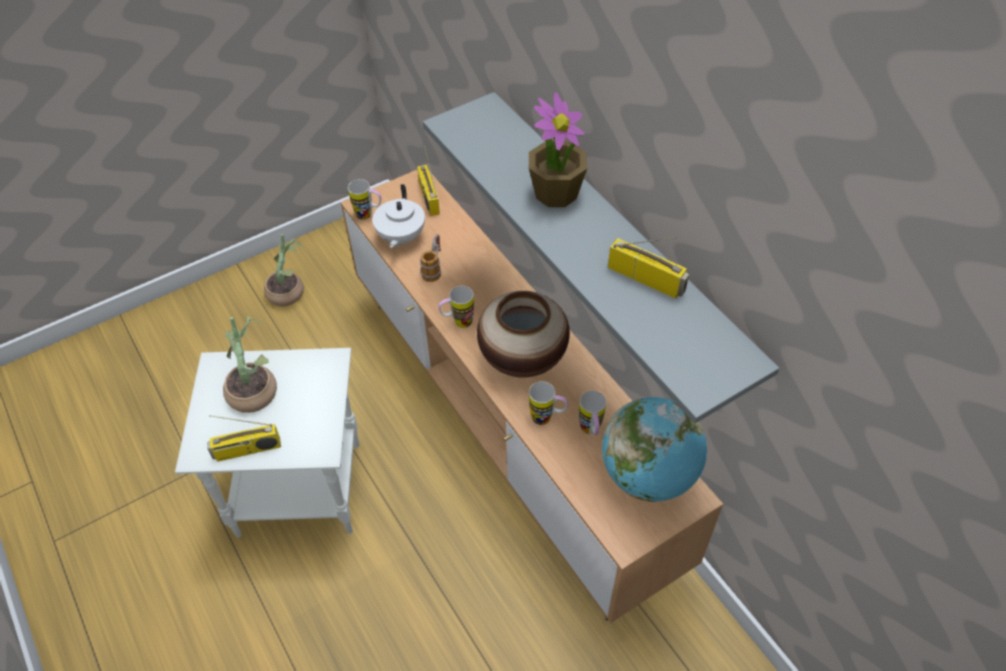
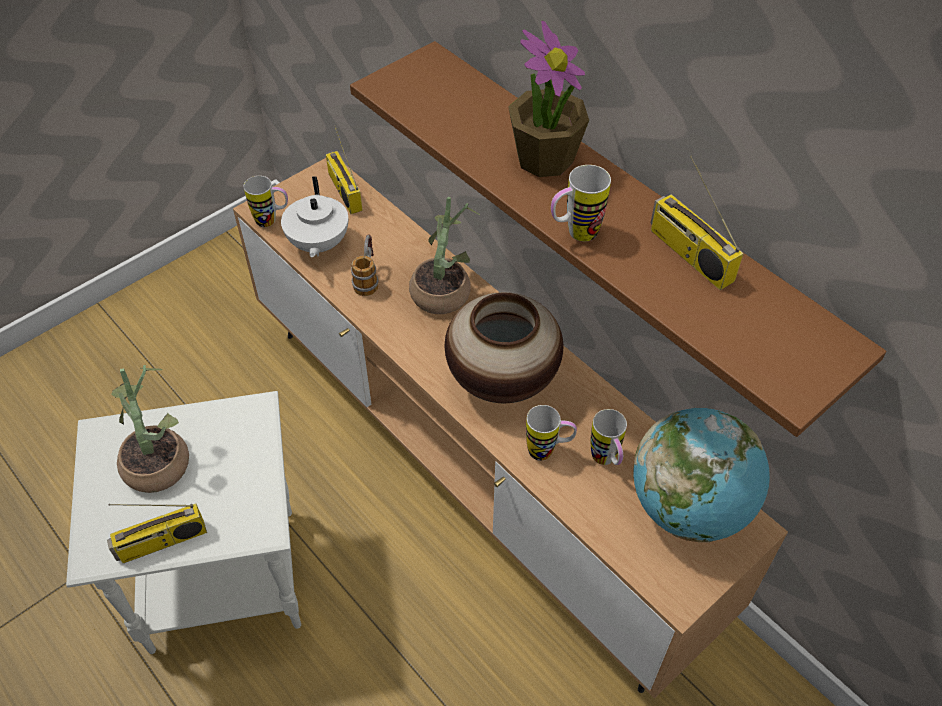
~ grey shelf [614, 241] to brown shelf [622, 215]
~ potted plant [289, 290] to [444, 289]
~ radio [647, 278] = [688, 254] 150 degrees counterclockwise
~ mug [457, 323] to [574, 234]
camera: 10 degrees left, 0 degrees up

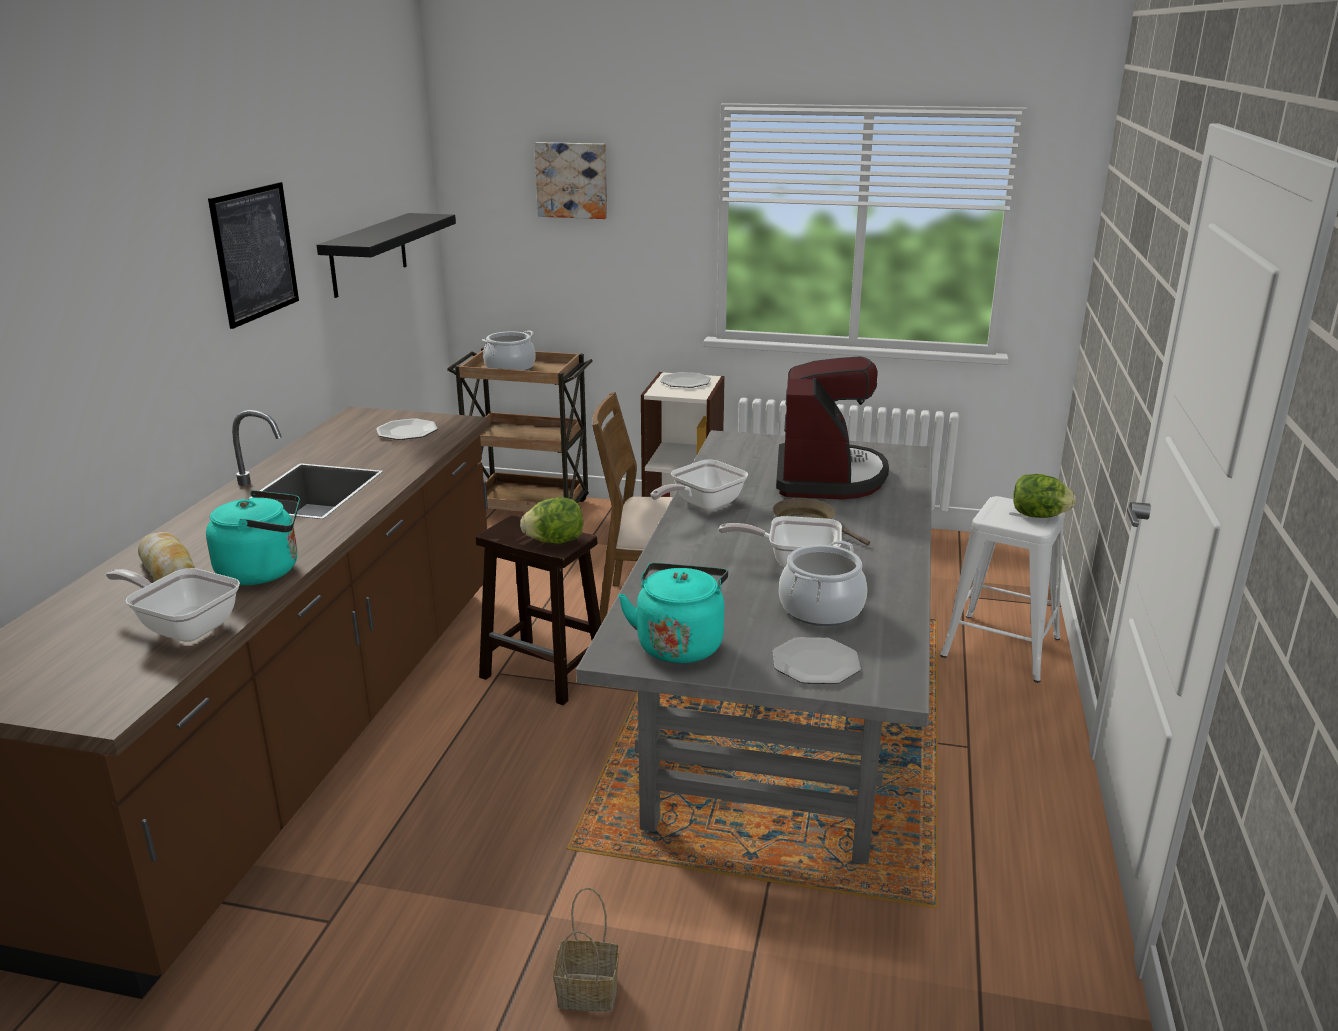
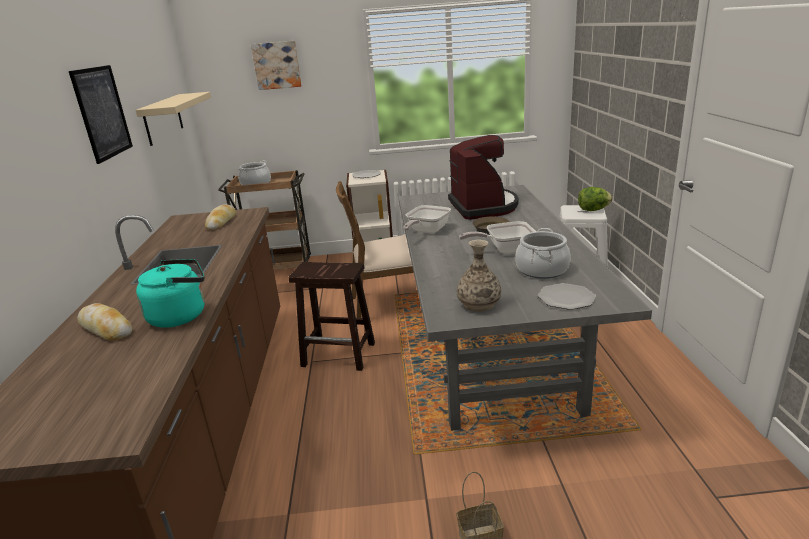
~ black shelf [369, 254] to beige shelf [163, 118]
~ plate [407, 431] to bread [221, 222]
- lettuce [555, 541]
~ turquoise kettle [680, 644] to vase [479, 304]
- frying pan [183, 626]
camera: 15 degrees left, 0 degrees up

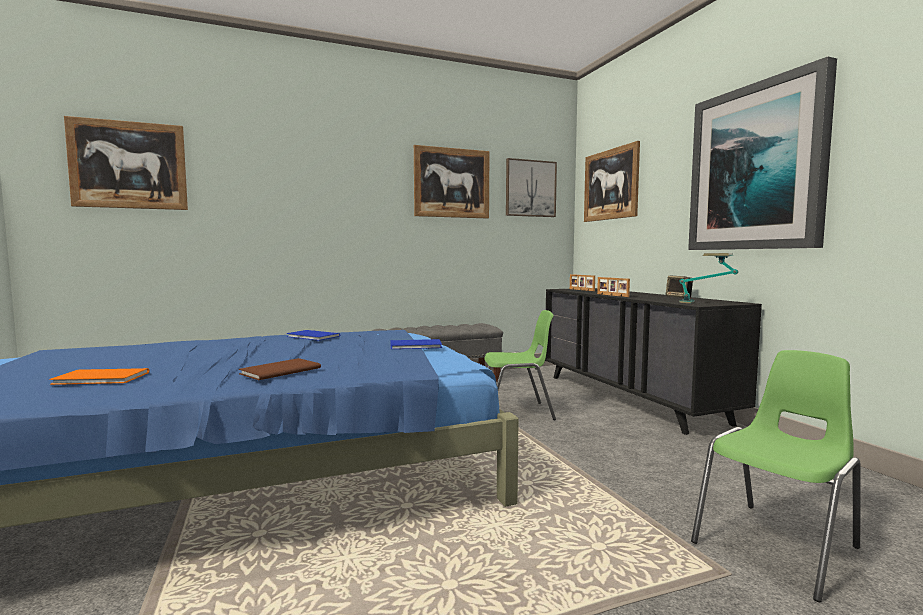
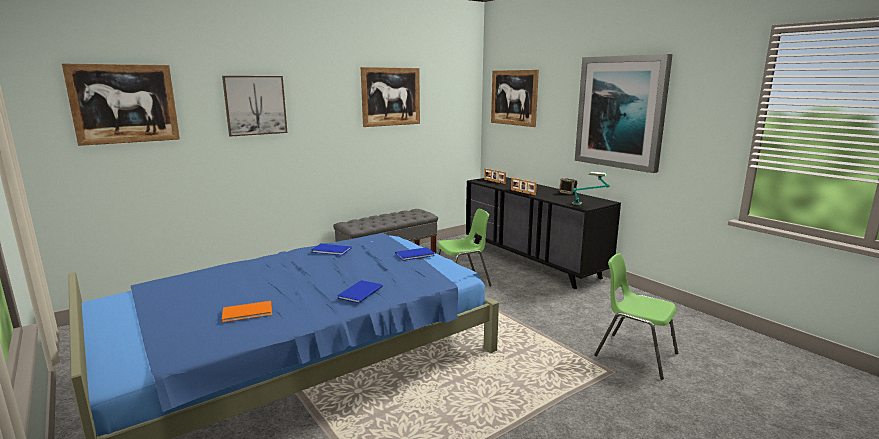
~ picture [530, 188] to [255, 105]
~ green chair [779, 545] = [634, 354] 90 degrees counterclockwise
~ brown book [277, 371] to blue book [358, 293]
camera: 15 degrees left, 10 degrees up

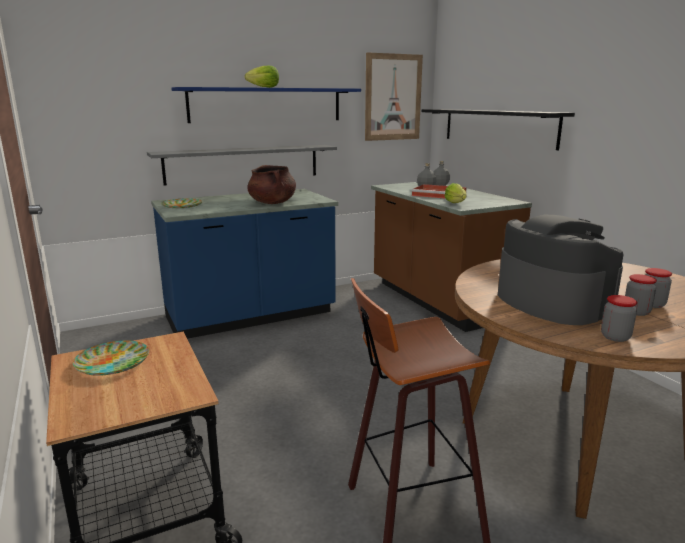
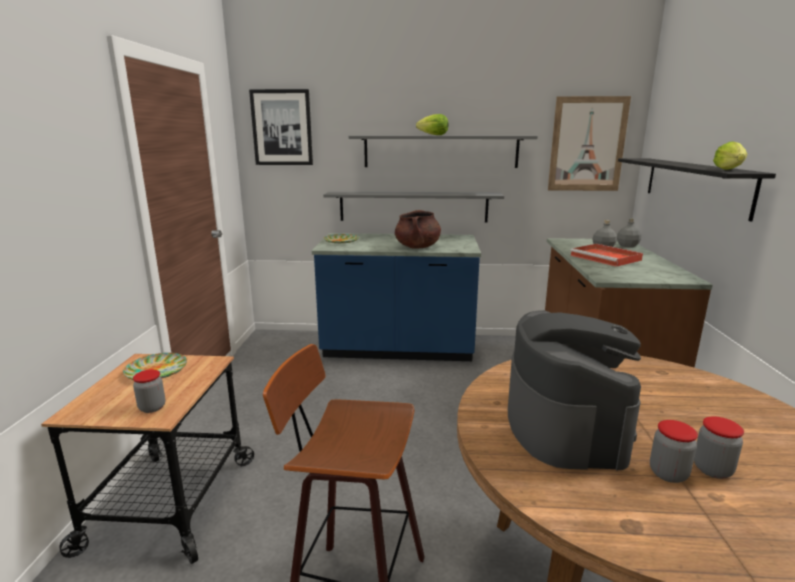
~ blue shelf [266, 105] to grey shelf [440, 151]
~ lettuce [456, 203] to [729, 170]
~ jar [615, 337] to [152, 407]
+ picture [282, 128]
camera: 30 degrees right, 0 degrees up

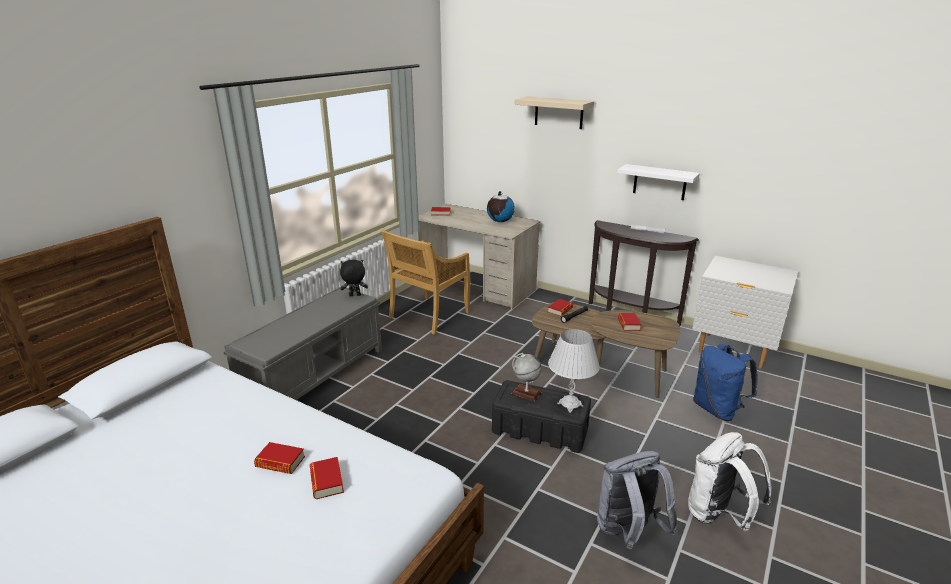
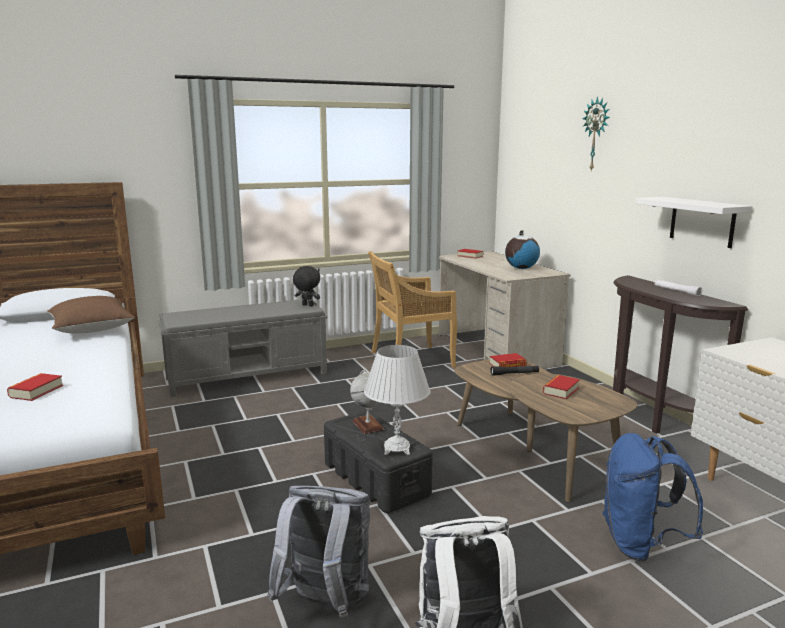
~ beige shelf [558, 112] to wall clock [596, 134]
- book [280, 462]
+ brown pillow [92, 329]
camera: 35 degrees right, 10 degrees down

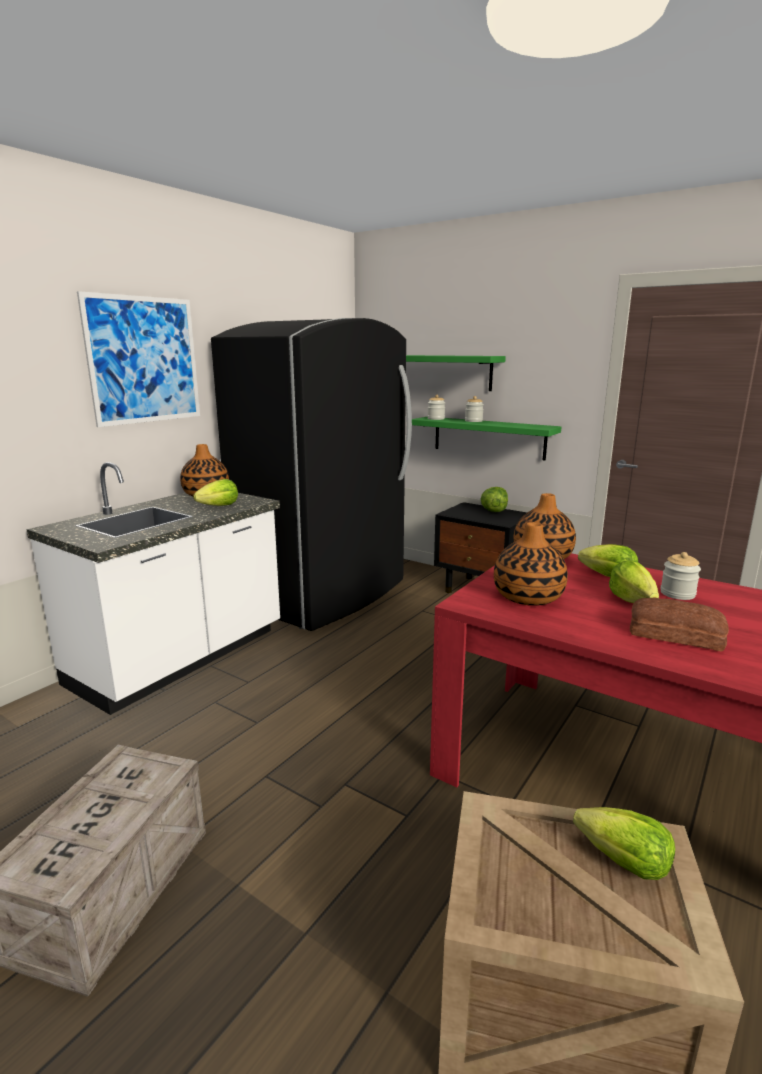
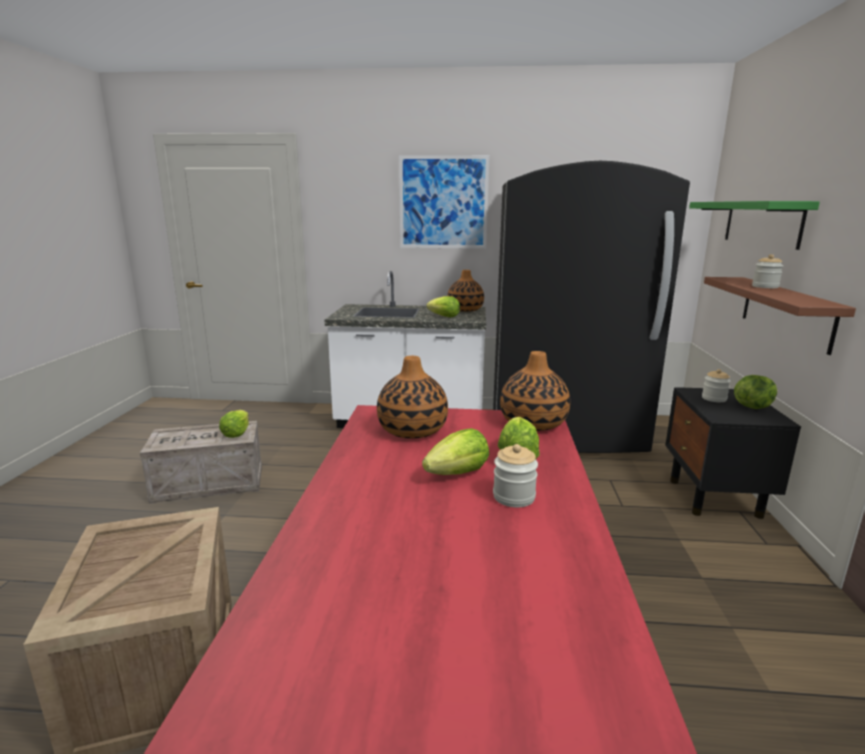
~ jar [436, 419] to [714, 398]
~ green shelf [488, 437] to brown shelf [785, 312]
- bread [674, 633]
~ lettuce [624, 862] to [236, 434]
camera: 60 degrees right, 0 degrees up

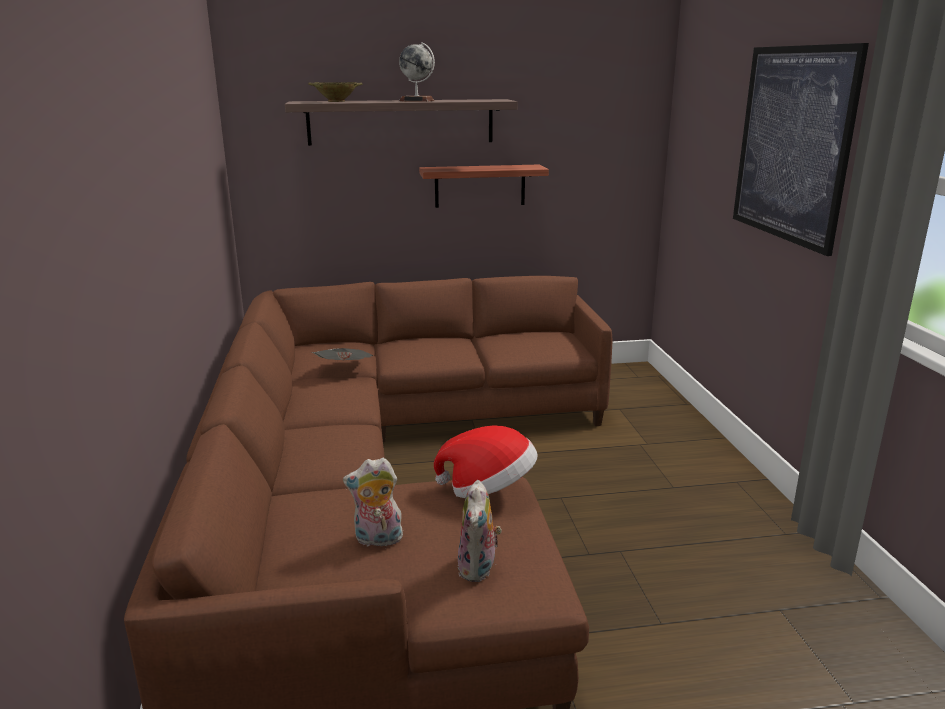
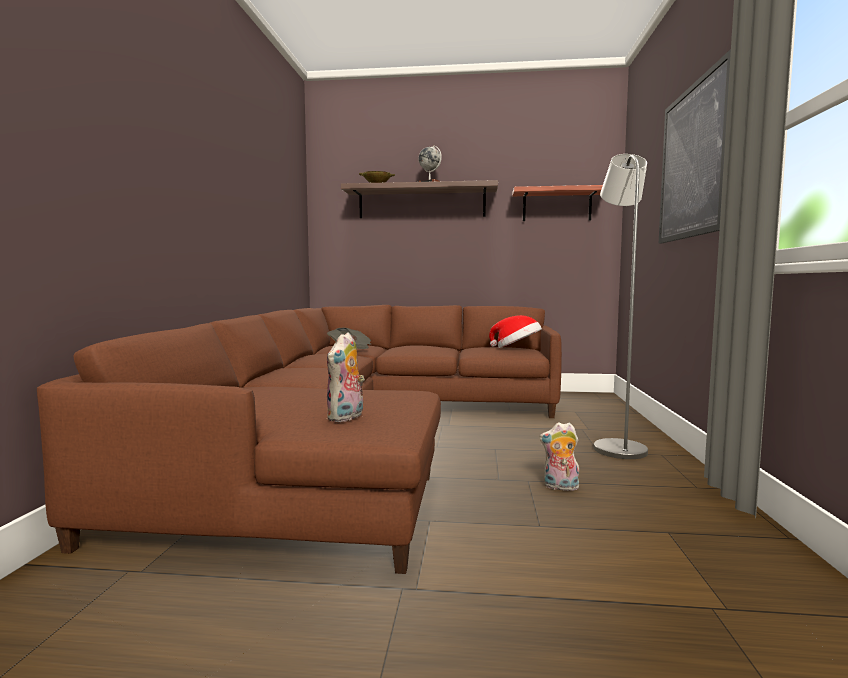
~ shelf [480, 186] to [557, 205]
~ hat [489, 489] to [516, 349]
~ plush toy [377, 540] to [560, 487]
+ grey floor lamp [617, 447]
camera: 15 degrees right, 15 degrees down

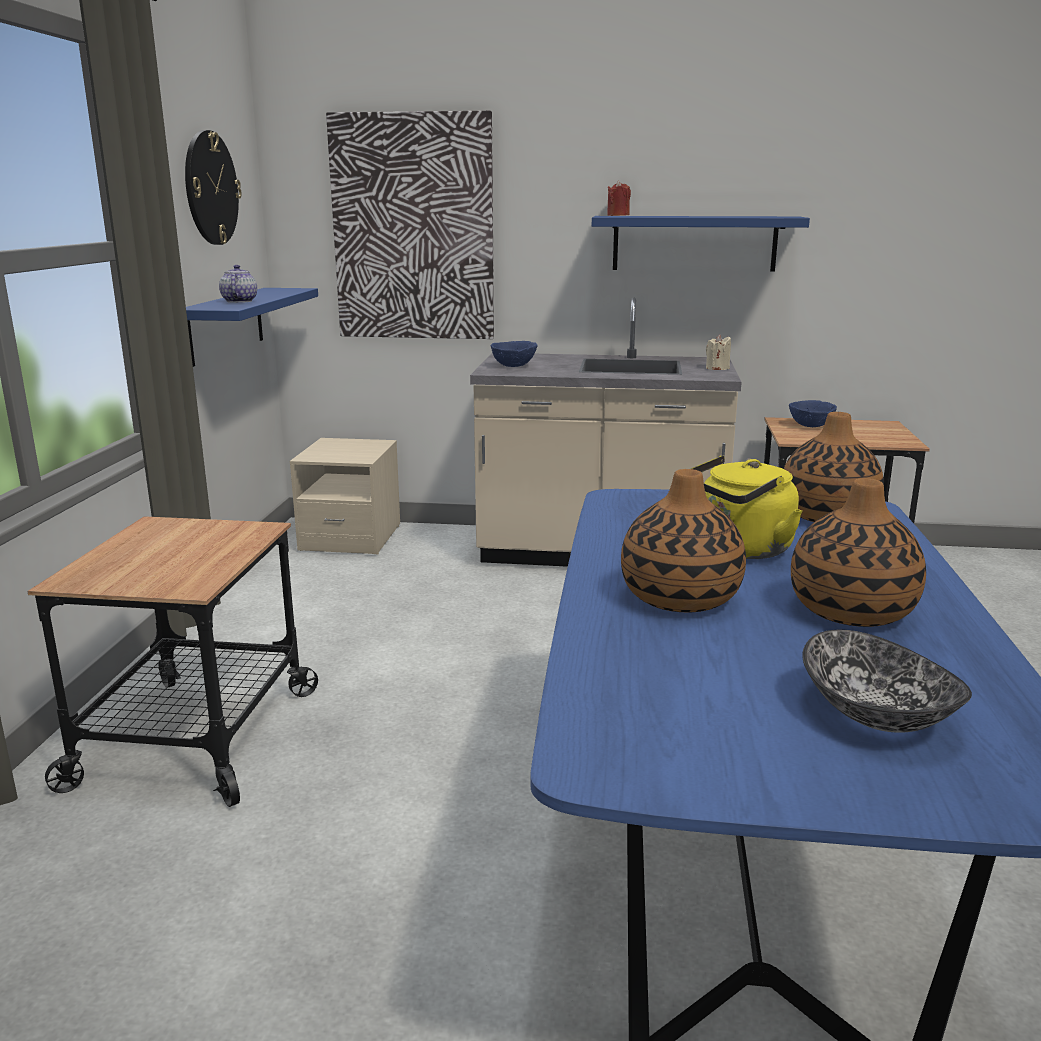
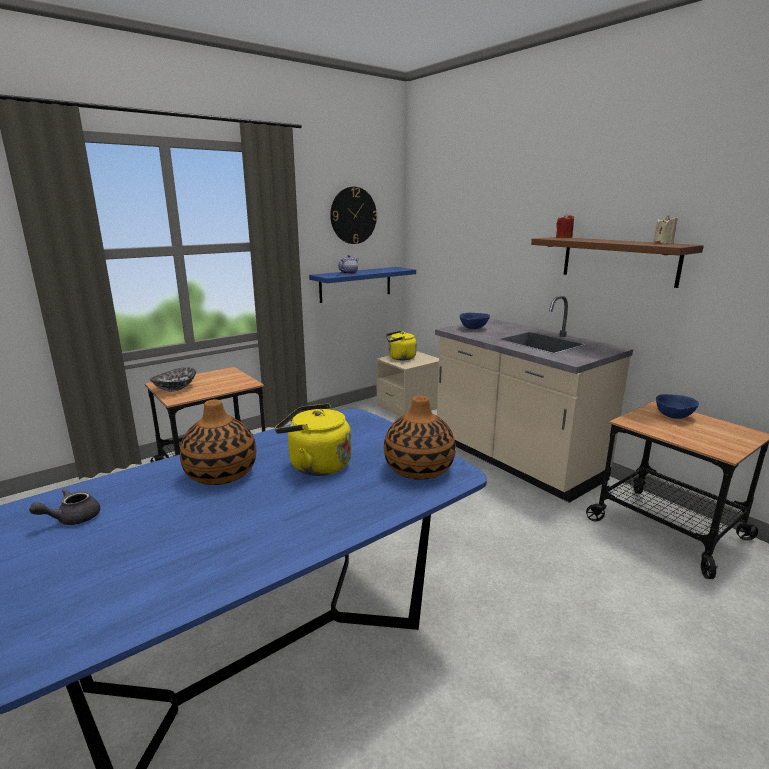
- picture [413, 228]
~ blue shelf [694, 243] to brown shelf [619, 260]
~ beige candle [717, 368] to [663, 243]
- vase [851, 610]
~ bowl [878, 715] to [175, 388]
+ yellow kettle [400, 358]
+ grey teapot [72, 518]
camera: 45 degrees right, 0 degrees up

